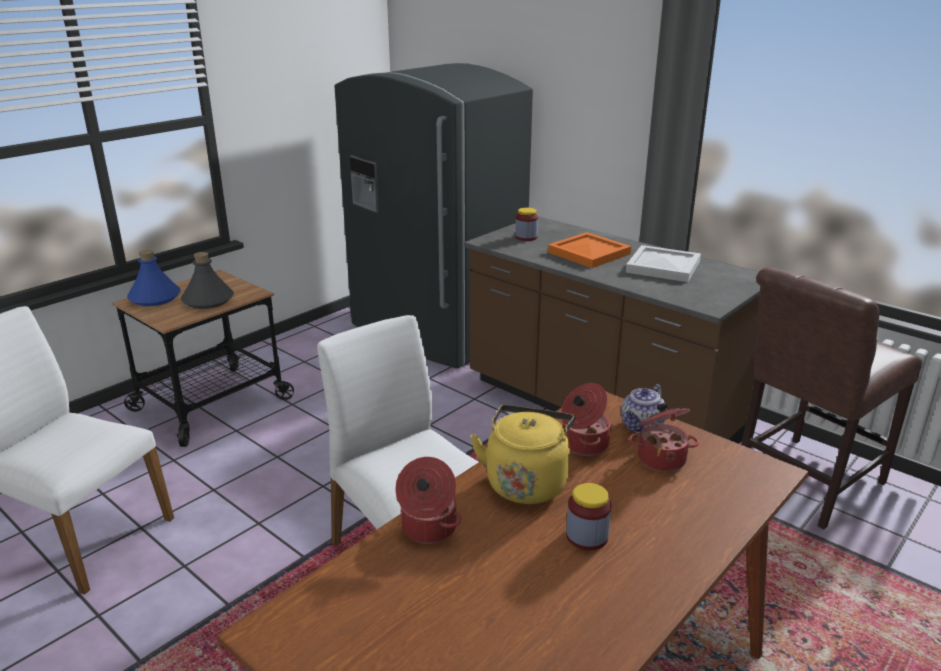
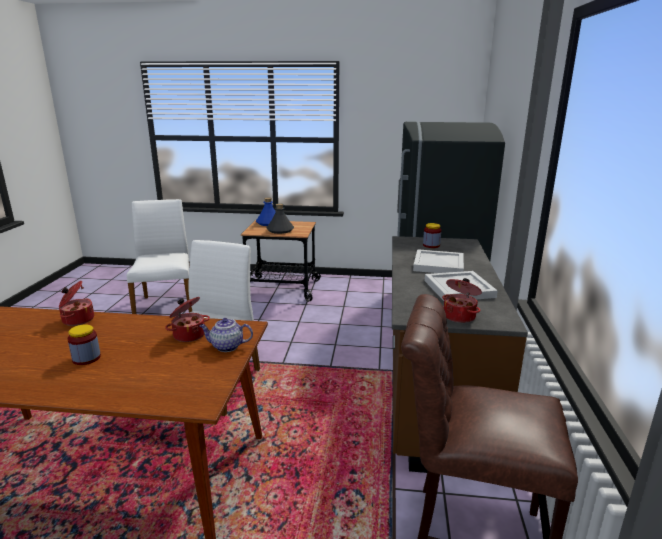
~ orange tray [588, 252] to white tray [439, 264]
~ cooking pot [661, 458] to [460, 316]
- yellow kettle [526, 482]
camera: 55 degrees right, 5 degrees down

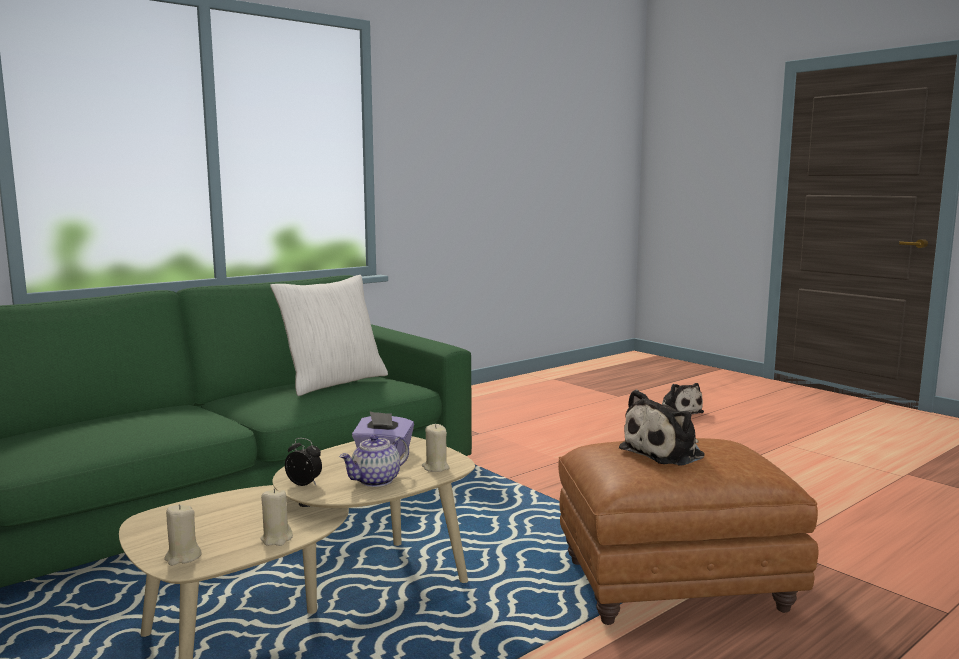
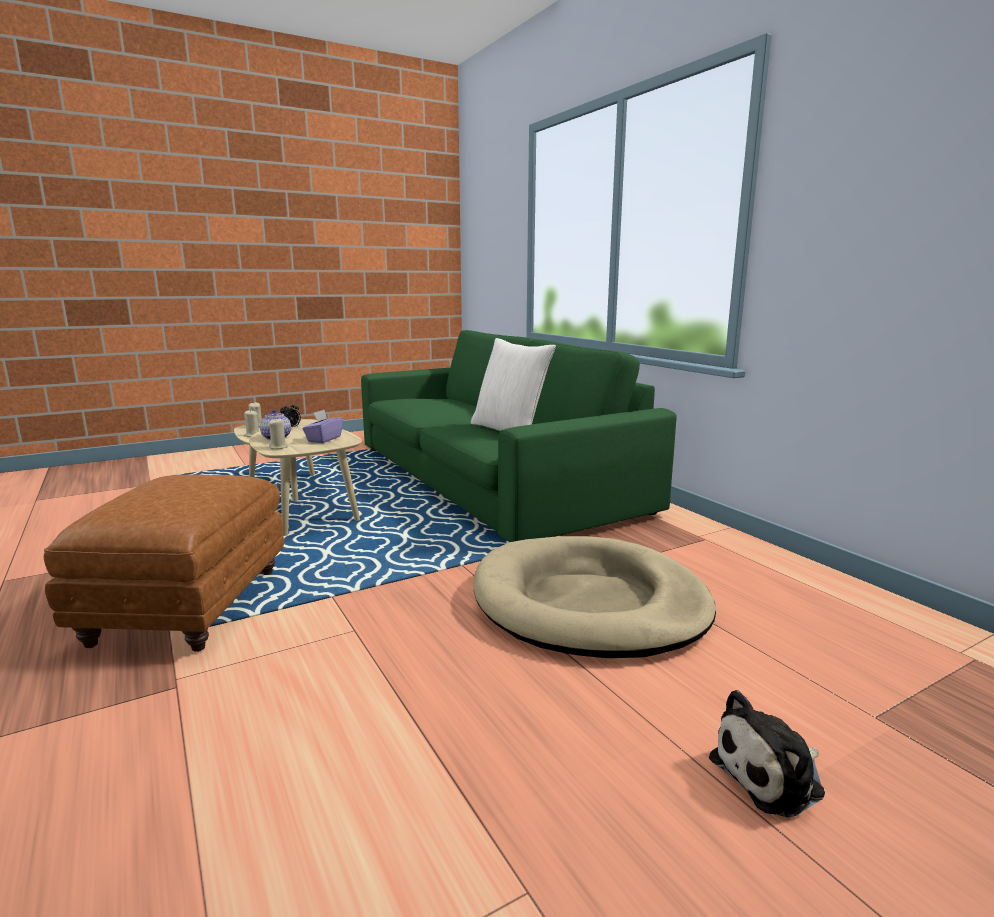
- plush toy [666, 452]
+ beige dog bed [589, 603]
camera: 100 degrees right, 5 degrees up

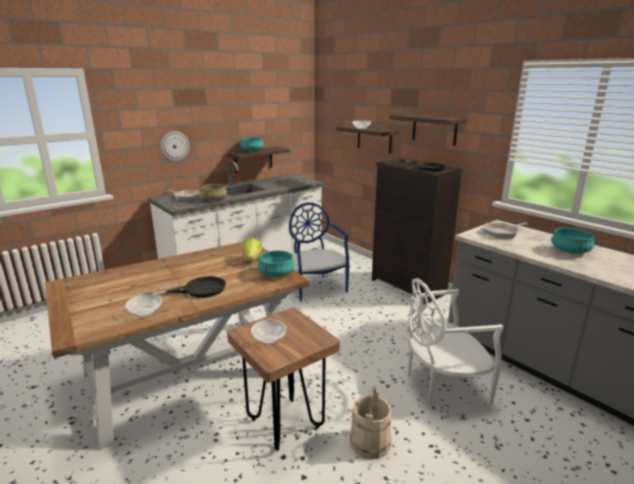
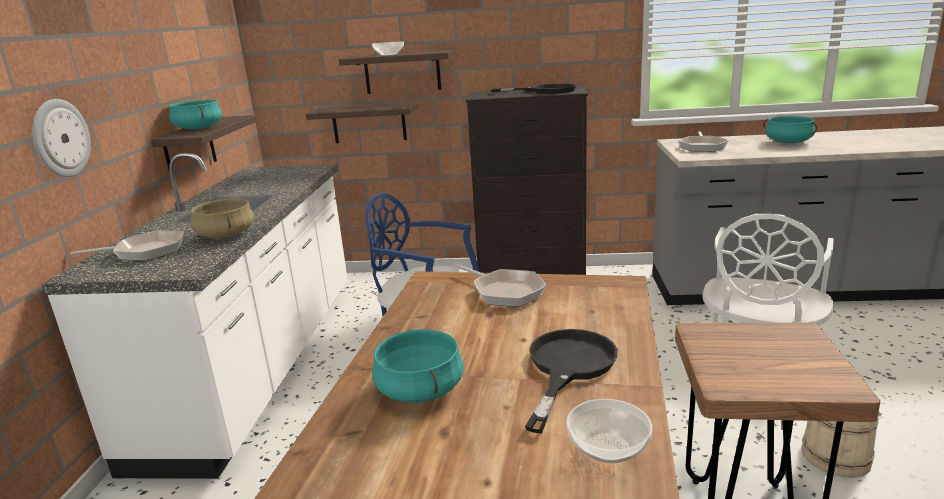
~ shelf [434, 129] to [369, 123]
~ lettuce [252, 260] to frying pan [505, 291]
~ turquoise cooking pot [276, 274] to [421, 389]
- bowl [268, 339]
camera: 45 degrees left, 0 degrees up

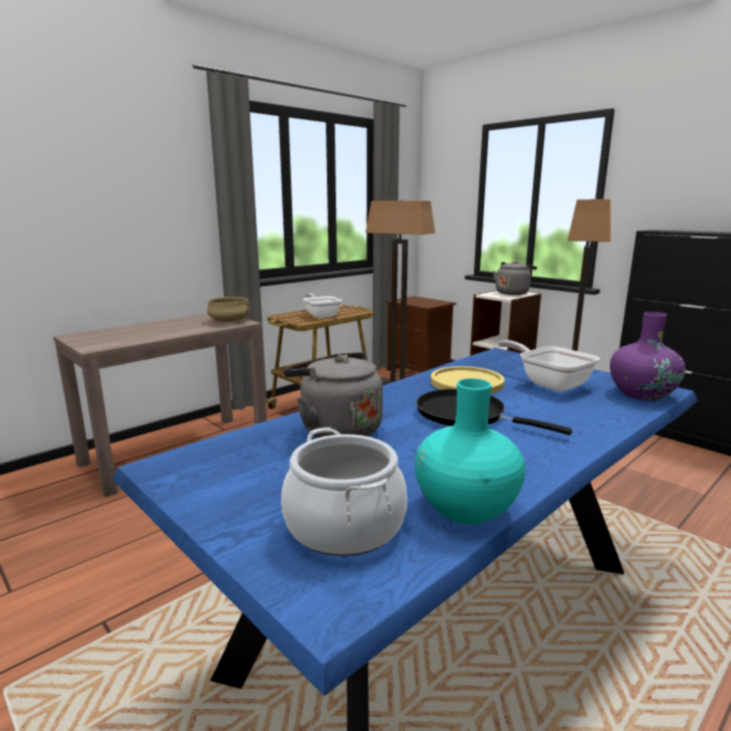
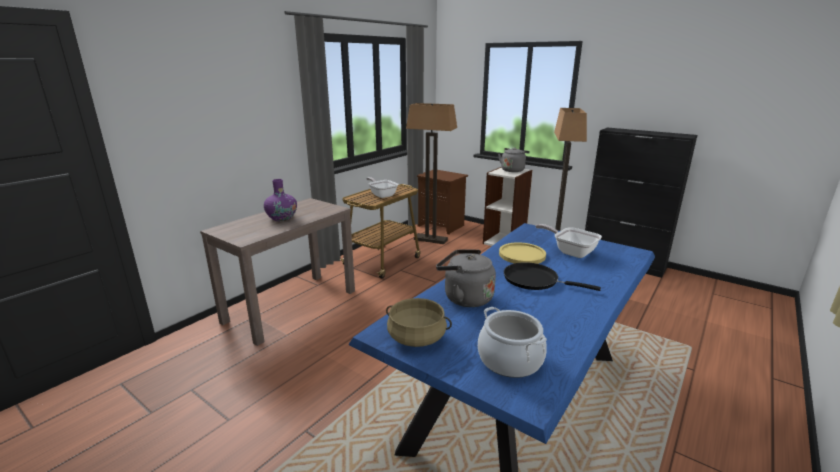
~ beige cooking pot [230, 321] to [417, 337]
~ purple vase [641, 394] to [282, 218]
- turquoise vase [466, 508]
camera: 10 degrees left, 5 degrees up

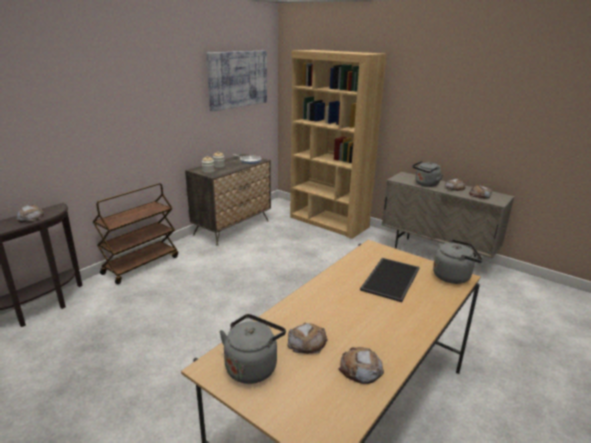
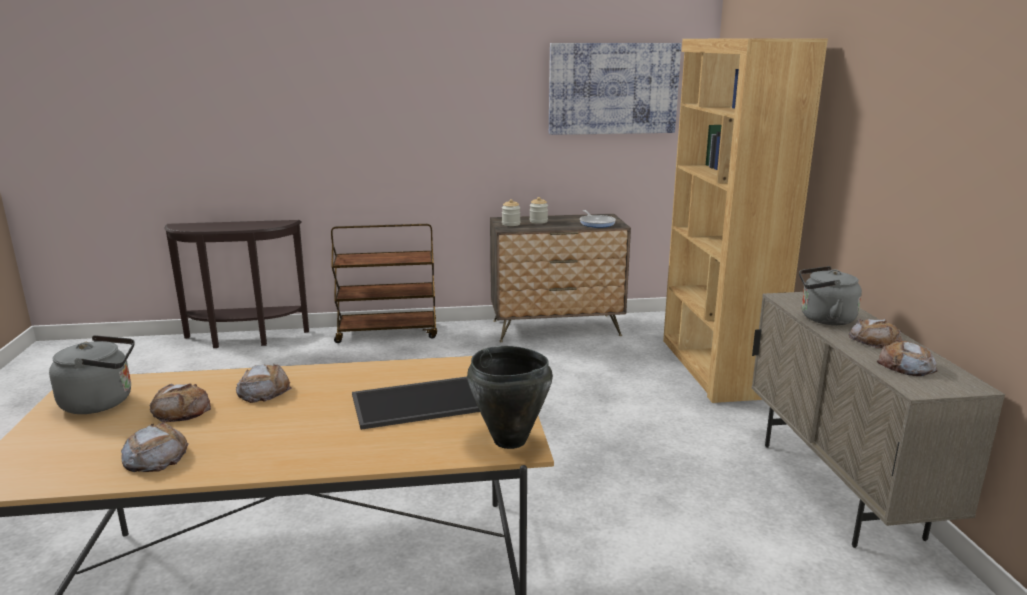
~ bread [30, 217] to [263, 390]
~ grey kettle [453, 276] to black cooking pot [509, 441]
camera: 45 degrees right, 5 degrees down

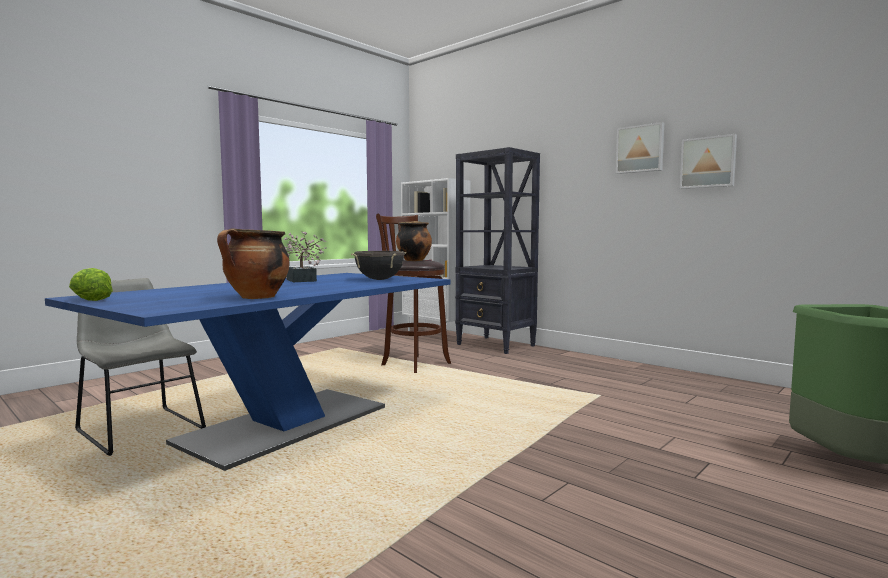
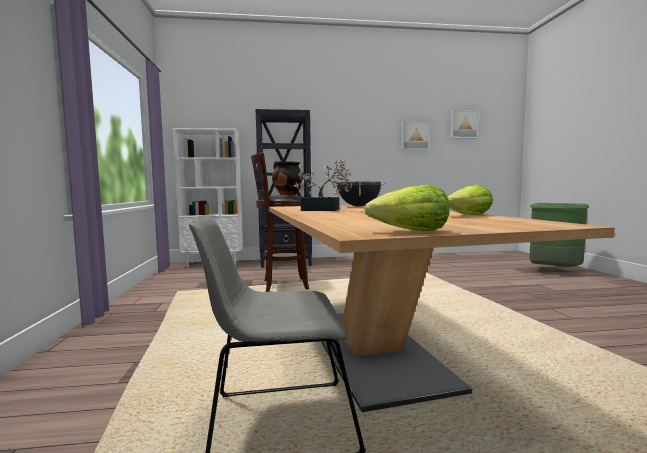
~ picture [640, 149] to [463, 124]
~ cooking pot [256, 298] to lettuce [469, 215]
~ blue dining table [286, 425] to beige dining table [371, 349]
camera: 50 degrees left, 0 degrees up

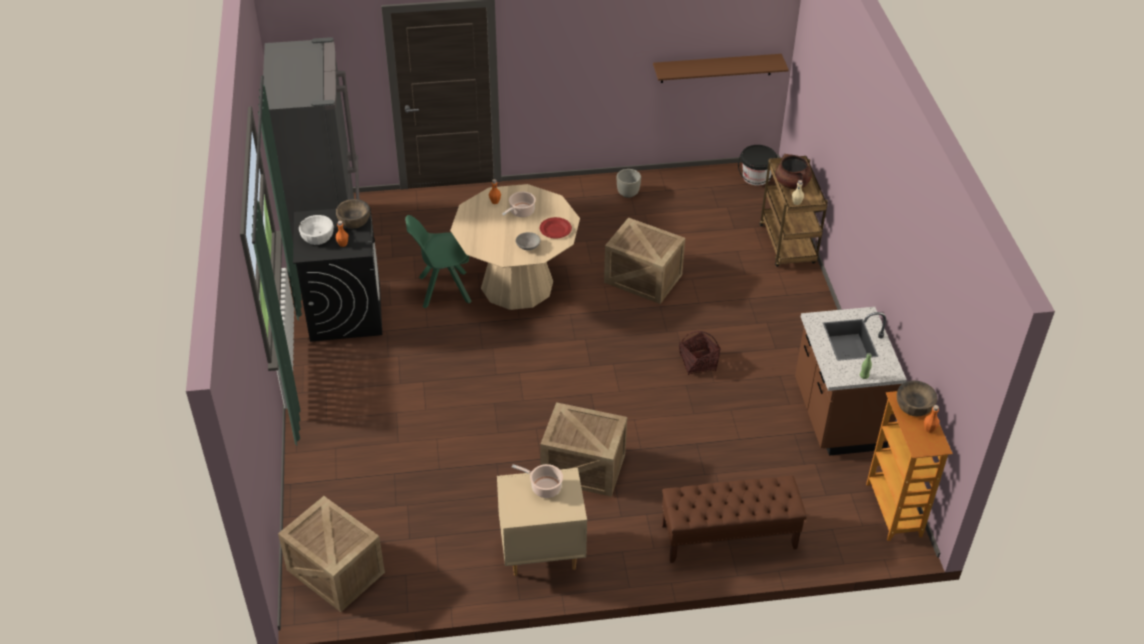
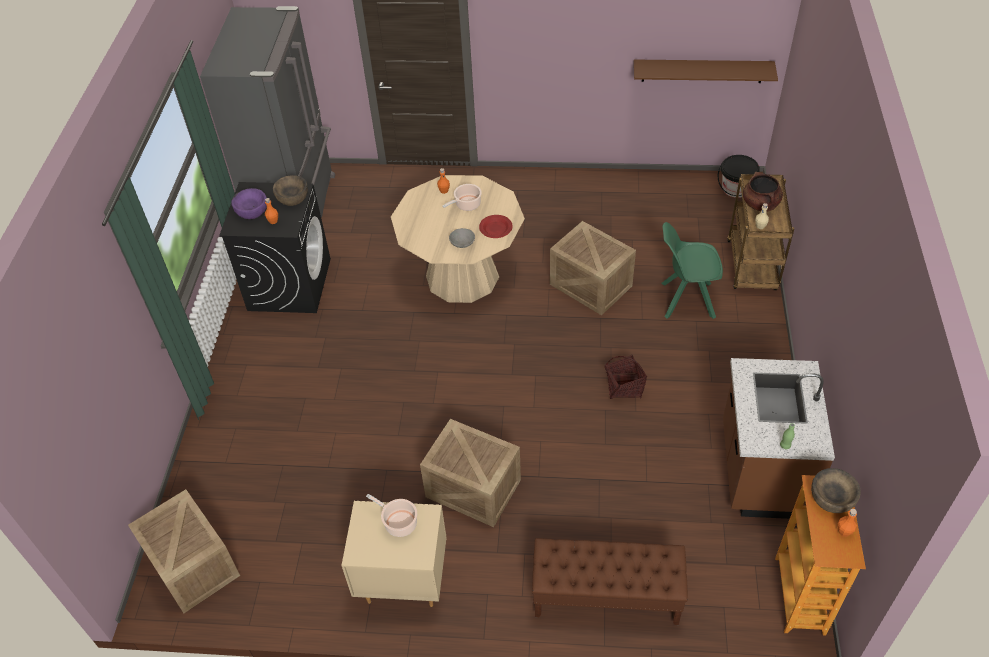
- grey planter [628, 194]
~ white bowl [317, 237] to purple bowl [251, 210]
~ green chair [442, 290] to [685, 300]
camera: 15 degrees right, 5 degrees up

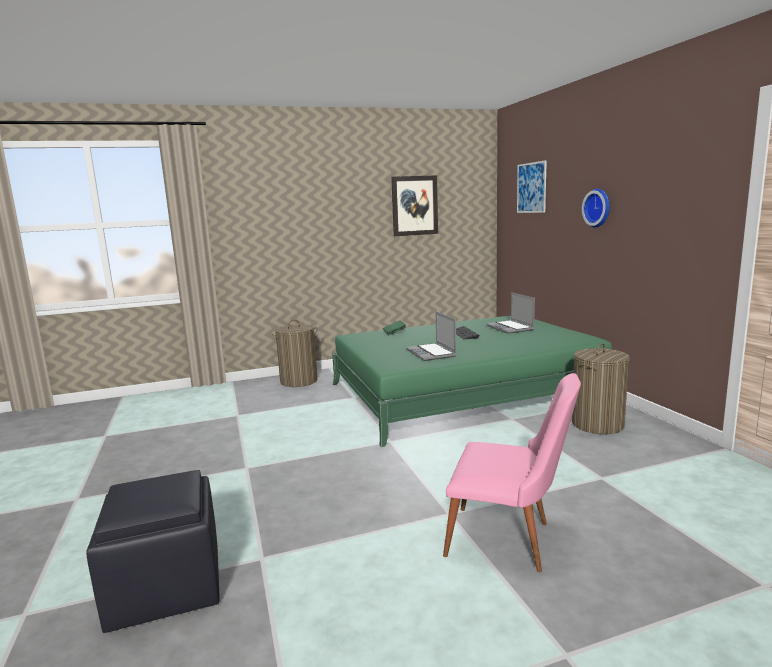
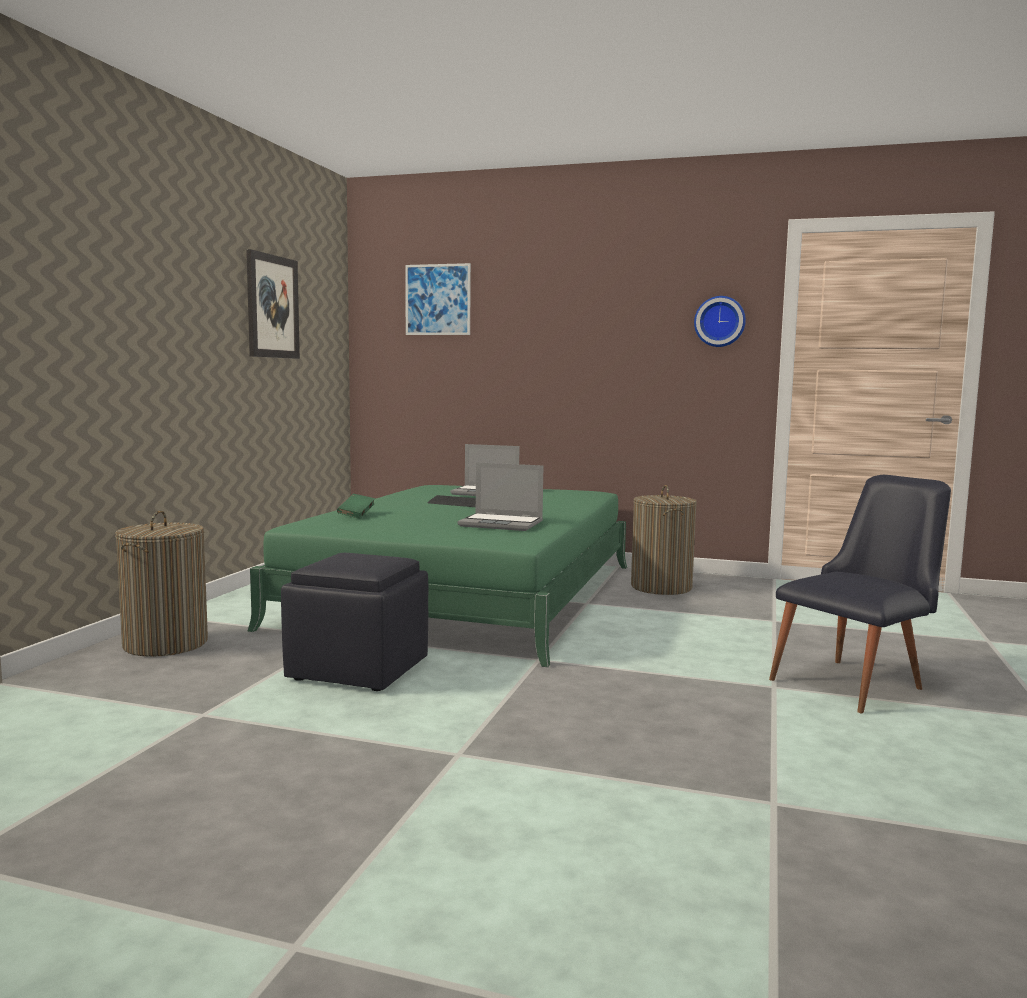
~ wall clock [598, 208] to [719, 321]
~ pink chair [509, 541] to black chair [857, 682]
~ black ottoman [167, 587] to [360, 669]
camera: 55 degrees left, 5 degrees down

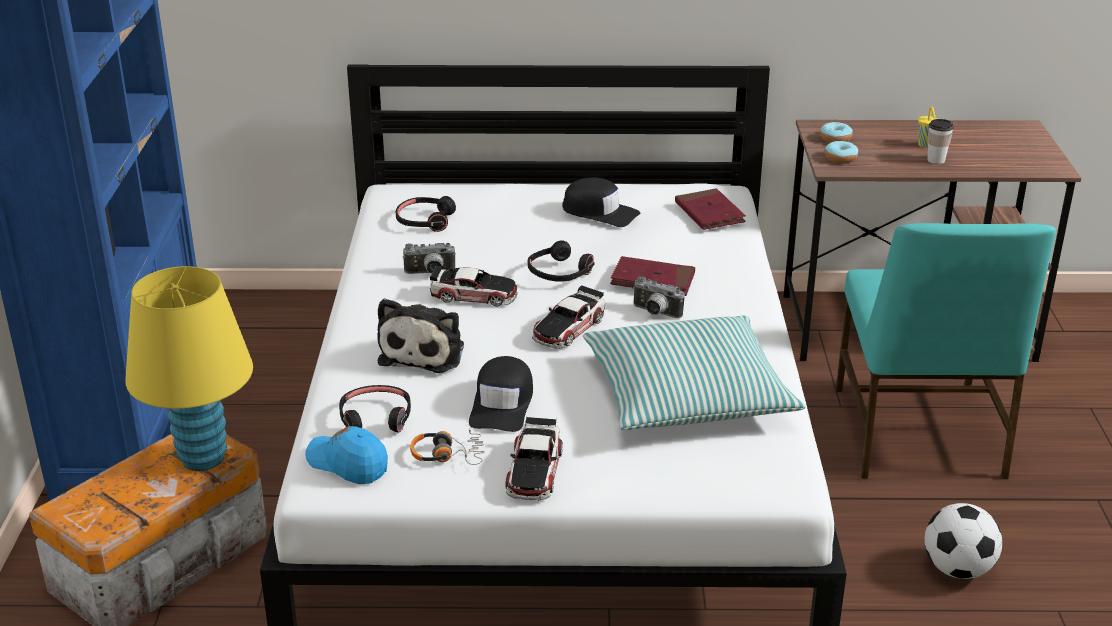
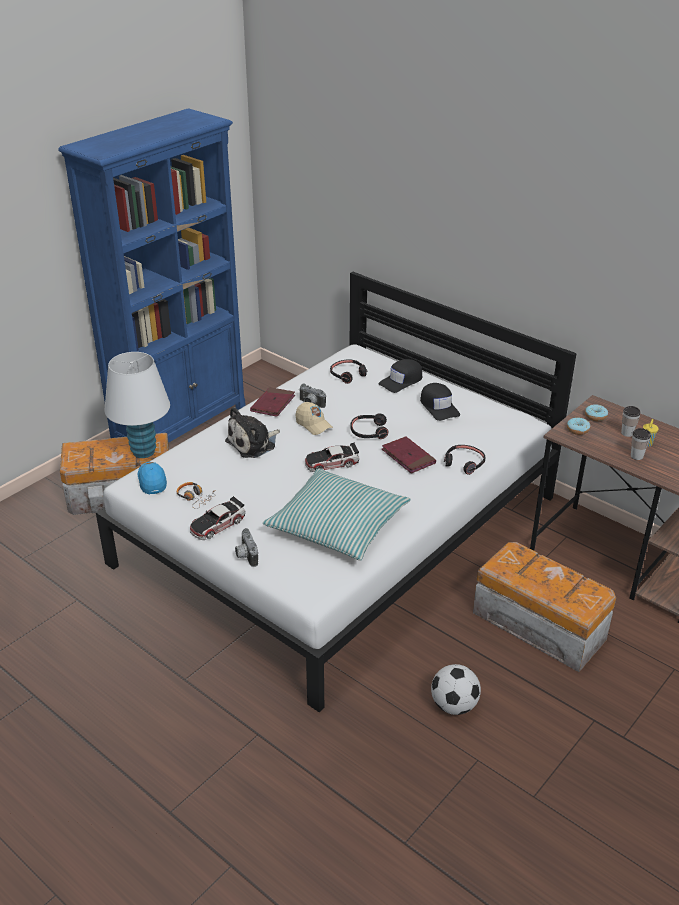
~ red book [709, 213] to [273, 404]
~ turquoise chair [917, 434] to storage box [538, 624]
~ toy car [474, 295] to beige cap [313, 425]
~ yellow table lamp [202, 458] to white table lamp [143, 452]
~ photo camera [655, 313] to [245, 556]
~ black cap [502, 404] to [401, 381]
~ black headphones [375, 418] to [464, 463]
+ cup [627, 433]
camera: 40 degrees right, 5 degrees up

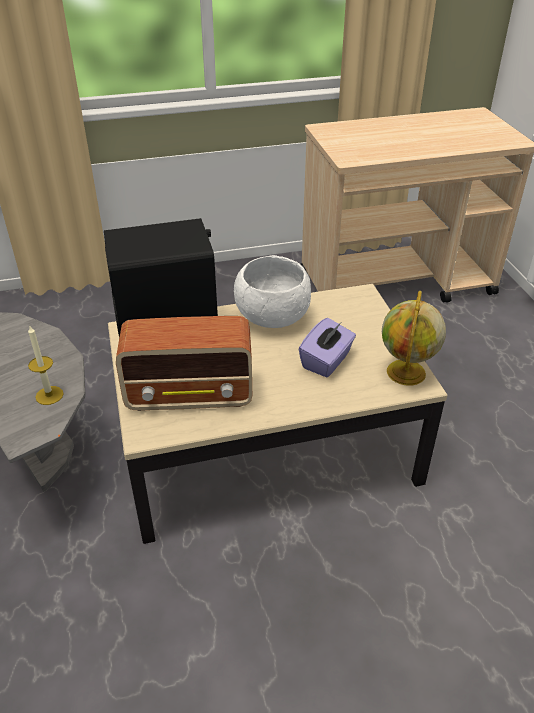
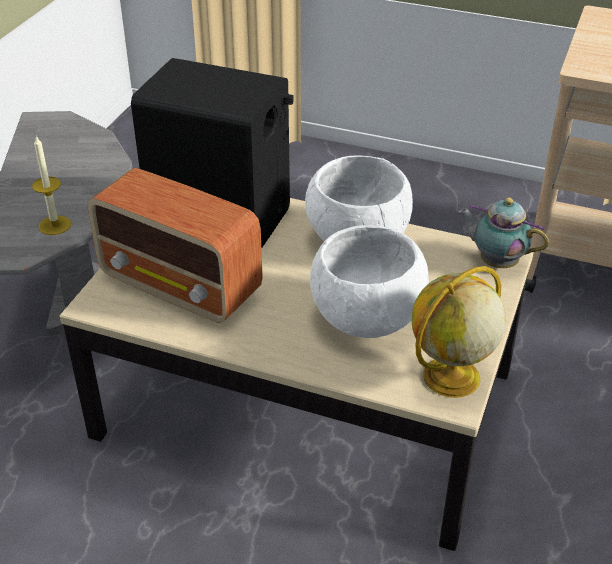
~ purple tissue box [326, 361] to white bowl [367, 318]
+ teapot [496, 262]
camera: 35 degrees right, 0 degrees up

